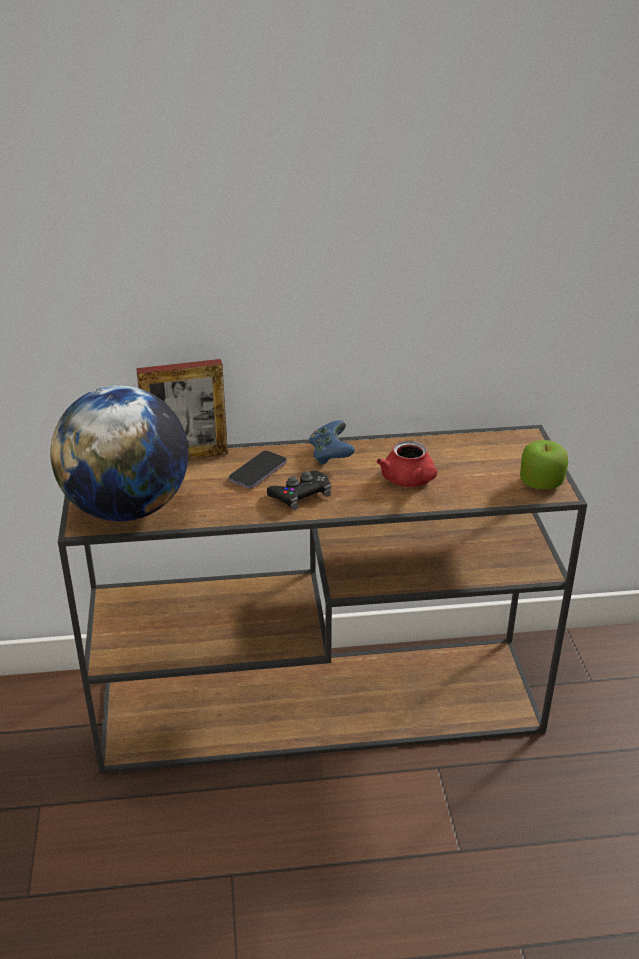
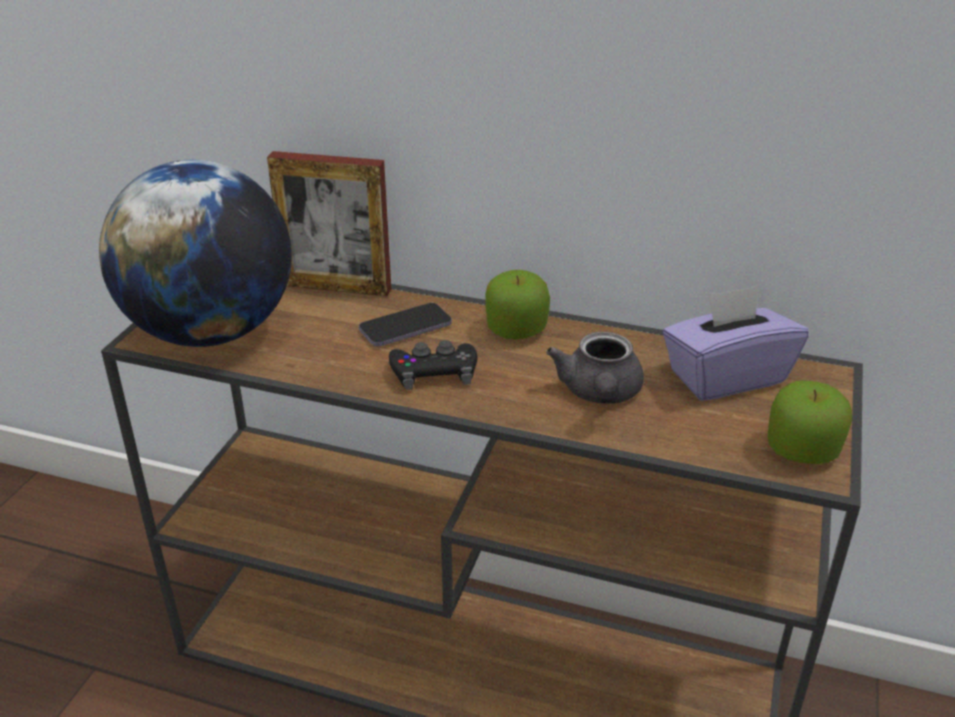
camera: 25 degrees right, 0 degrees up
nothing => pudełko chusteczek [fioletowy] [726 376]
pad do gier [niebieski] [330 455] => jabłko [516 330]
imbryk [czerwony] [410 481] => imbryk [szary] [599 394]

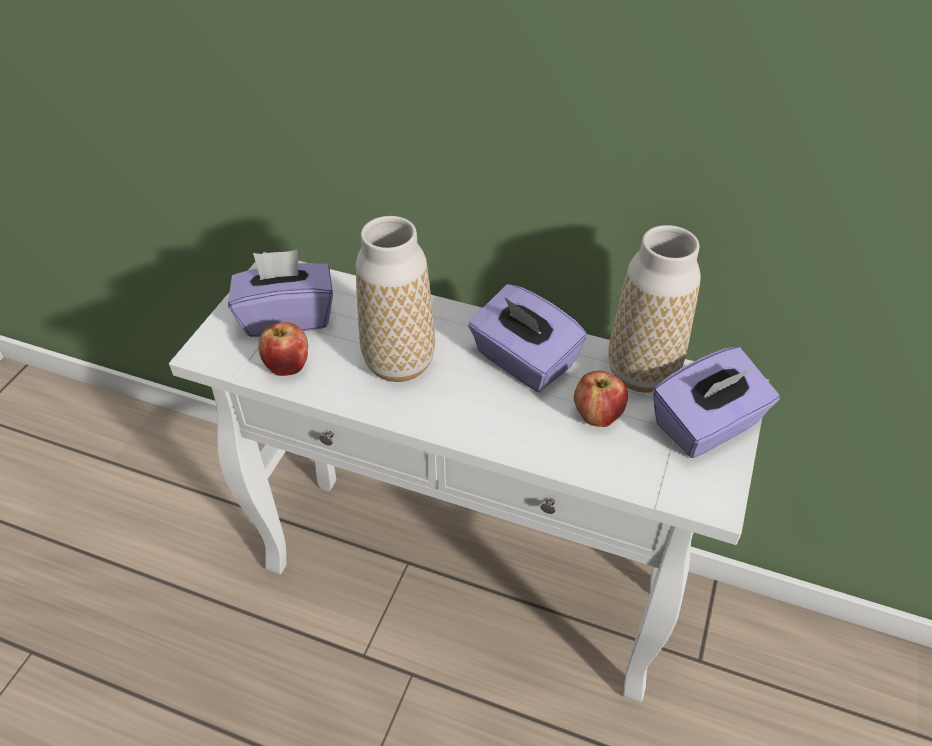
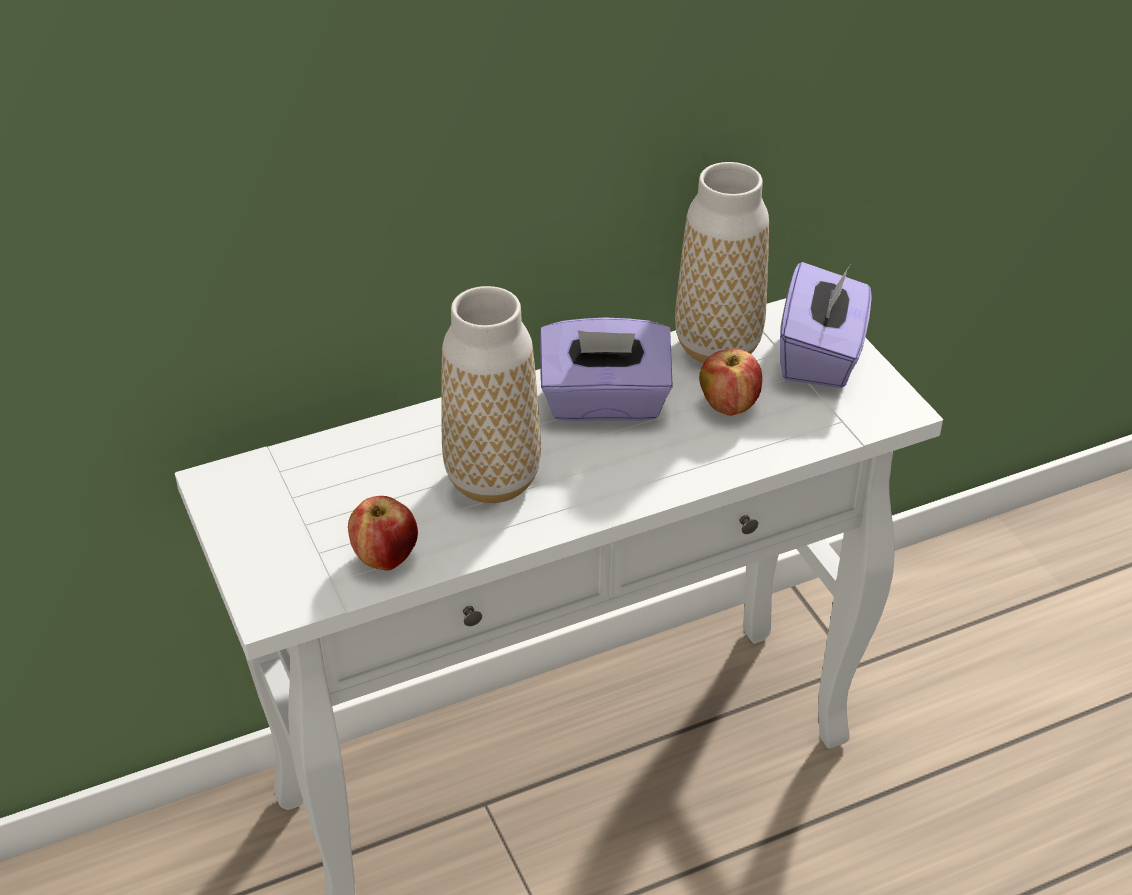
camera: 45 degrees left, 5 degrees down
pudełko chusteczek [fioletowy] [287 317] => nothing

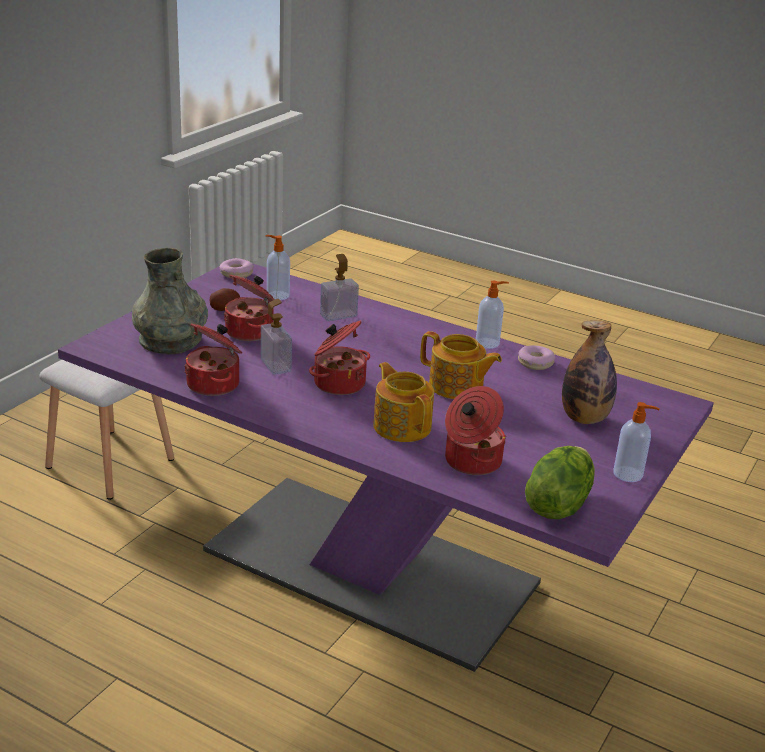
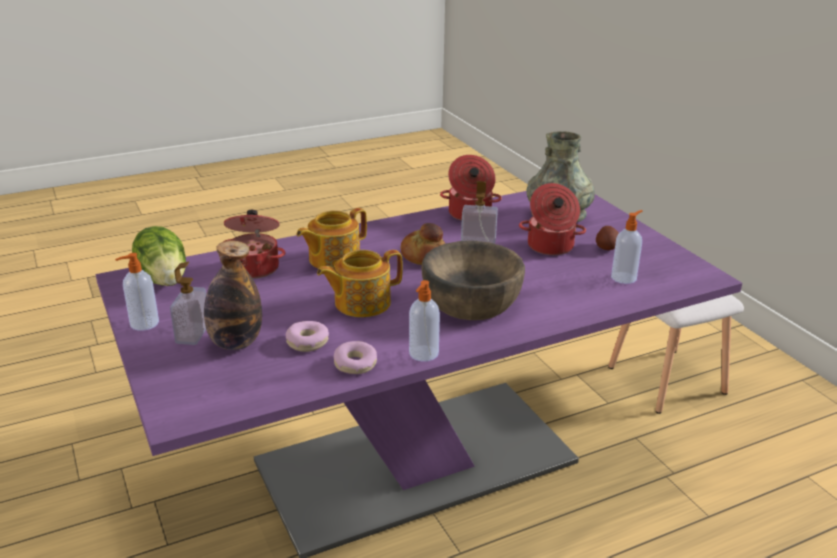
camera: 125 degrees right, 0 degrees up
nothing => miska [brązowy] [471 301]
donut [236 274] => donut [307 342], shifted
dozownik mydła [338 315] => dozownik mydła [193 333], shifted
garnek [338 383] => chleb [424 256]
imbryk [402 426] => imbryk [333 259], 135 degrees clockwise

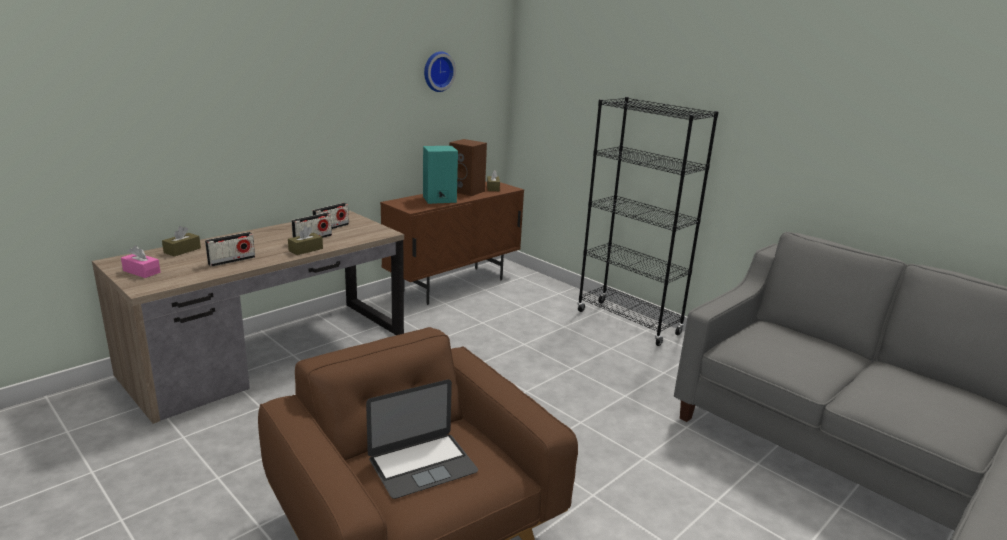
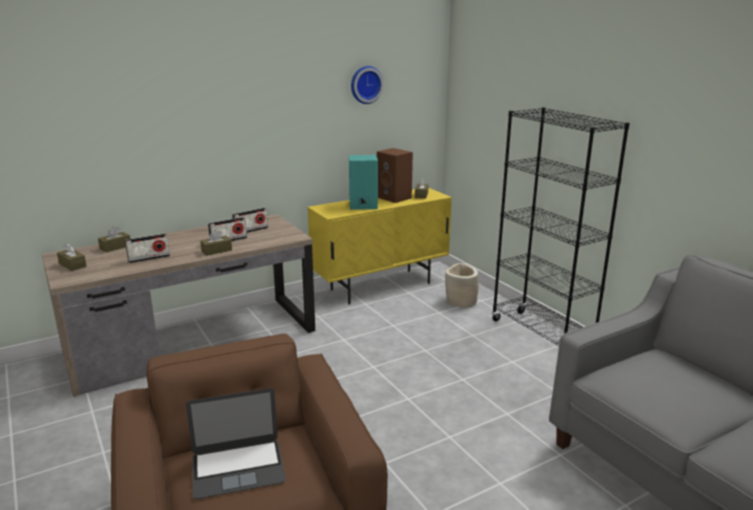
camera: 15 degrees right, 0 degrees up
nothing => donica [beżowy] [461 301]
pudełko chusteczek [różowy] [141 271] => pudełko chusteczek [brązowy] [72 265]
szafka [brązowy] [453 285] => szafka [żółty] [381 286]

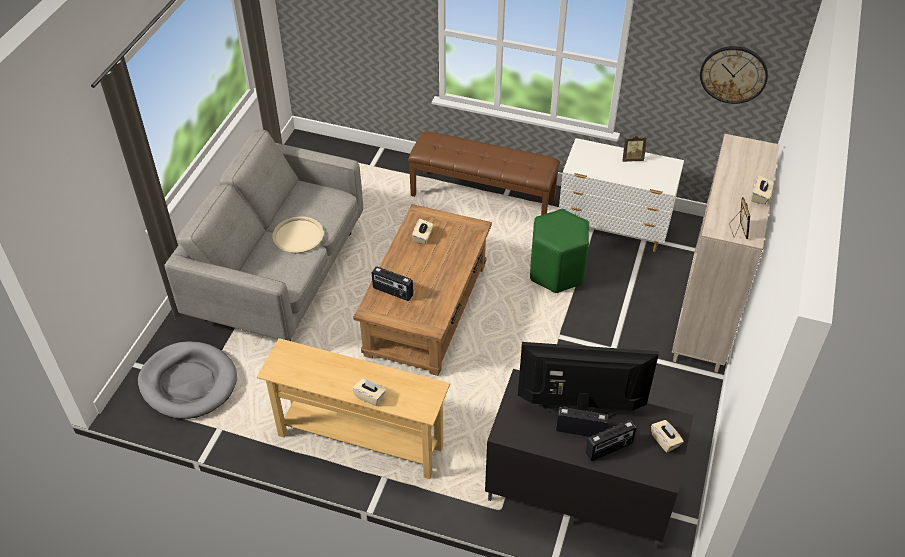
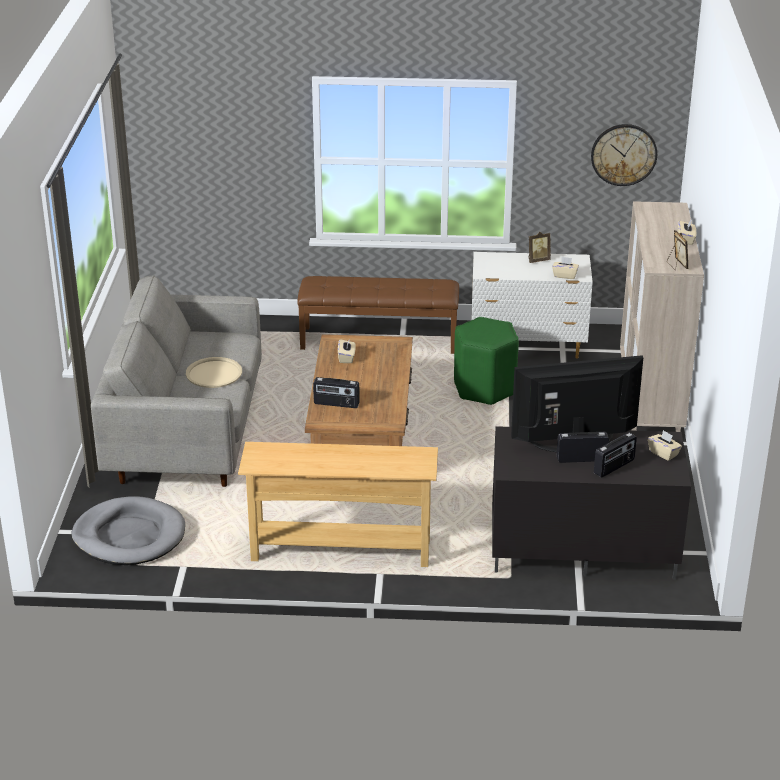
camera: 15 degrees left, 15 degrees down
pudełko chusteczek [beżowy] [370 396] => pudełko chusteczek [beżowy] [565 275], shifted

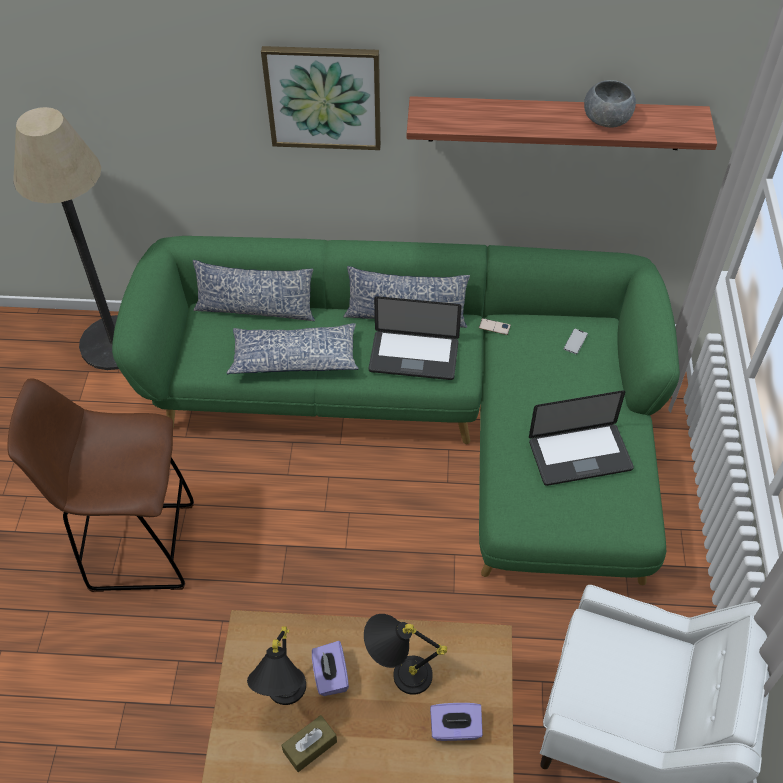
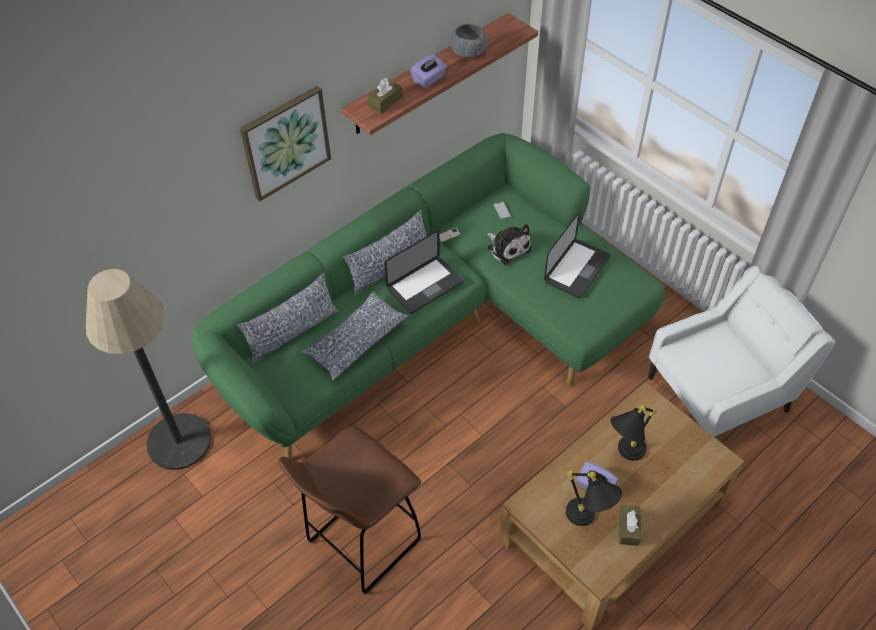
camera: 45 degrees left, 0 degrees up
nothing => pudełko chusteczek [brązowy] [385 102]
nothing => pluszak [507 247]
pudełko chusteczek [fioletowy] [455 729] => pudełko chusteczek [fioletowy] [429 79], shifted

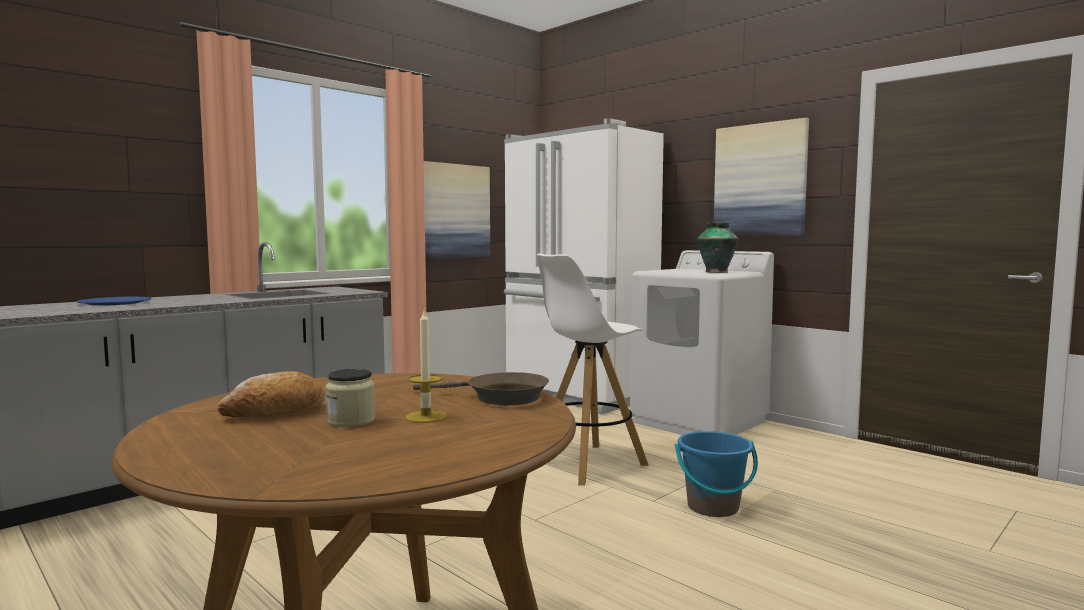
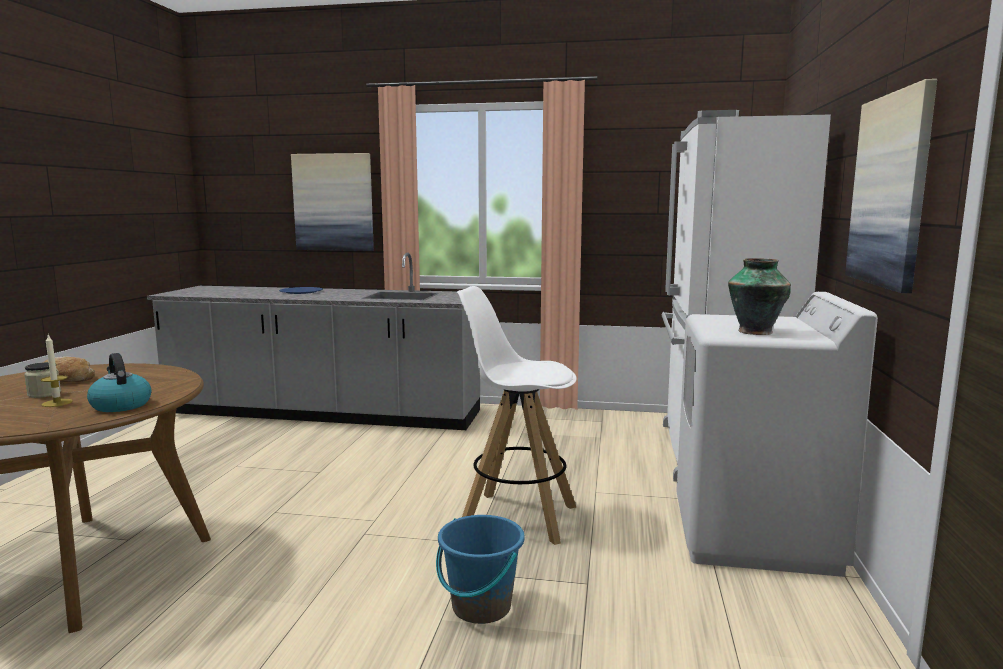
camera: 55 degrees right, 5 degrees up
obraz [456 212] => obraz [333 202], shifted
patelnia [brązowy] [500 397] => czajnik [120 405]

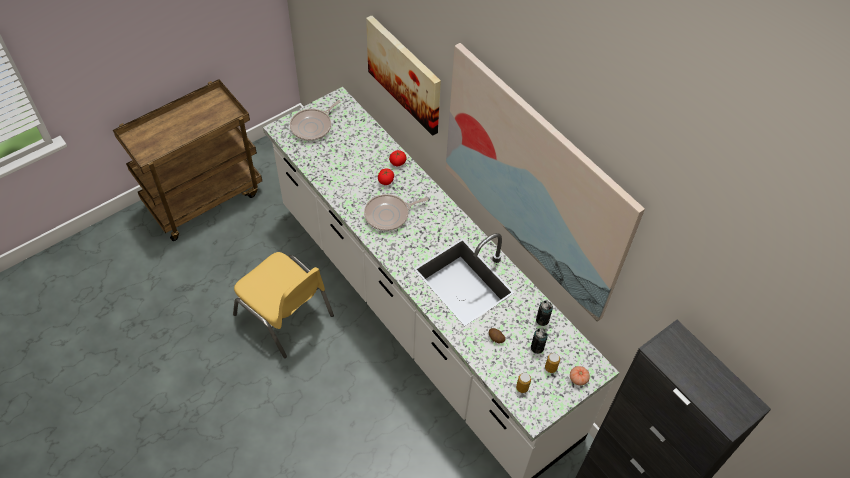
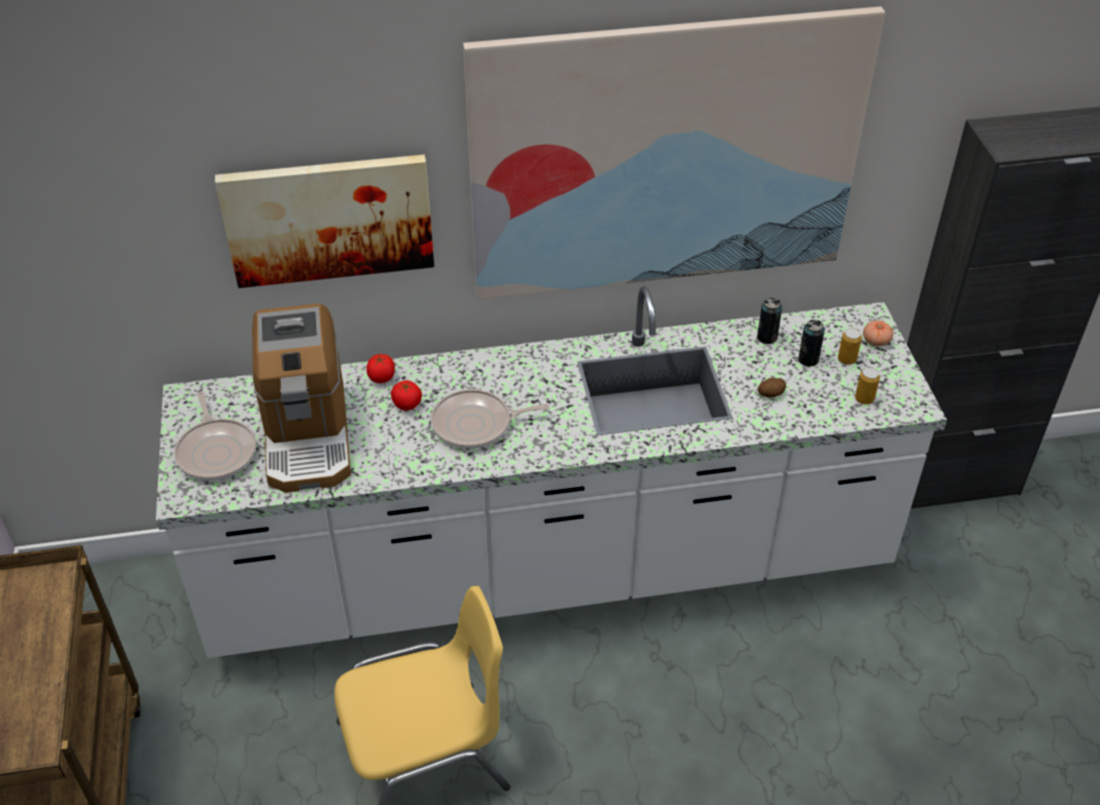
camera: 60 degrees left, 10 degrees down
nothing => ekspres do kawy [307 435]
patelnia [389 215] => patelnia [476 424], 75 degrees clockwise

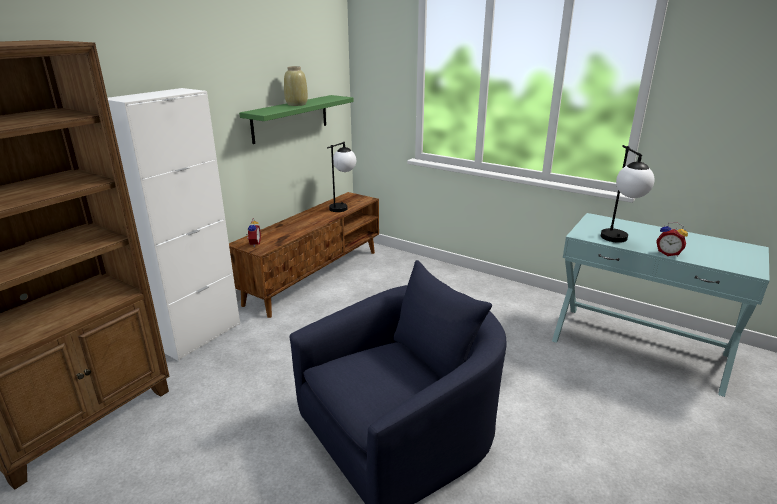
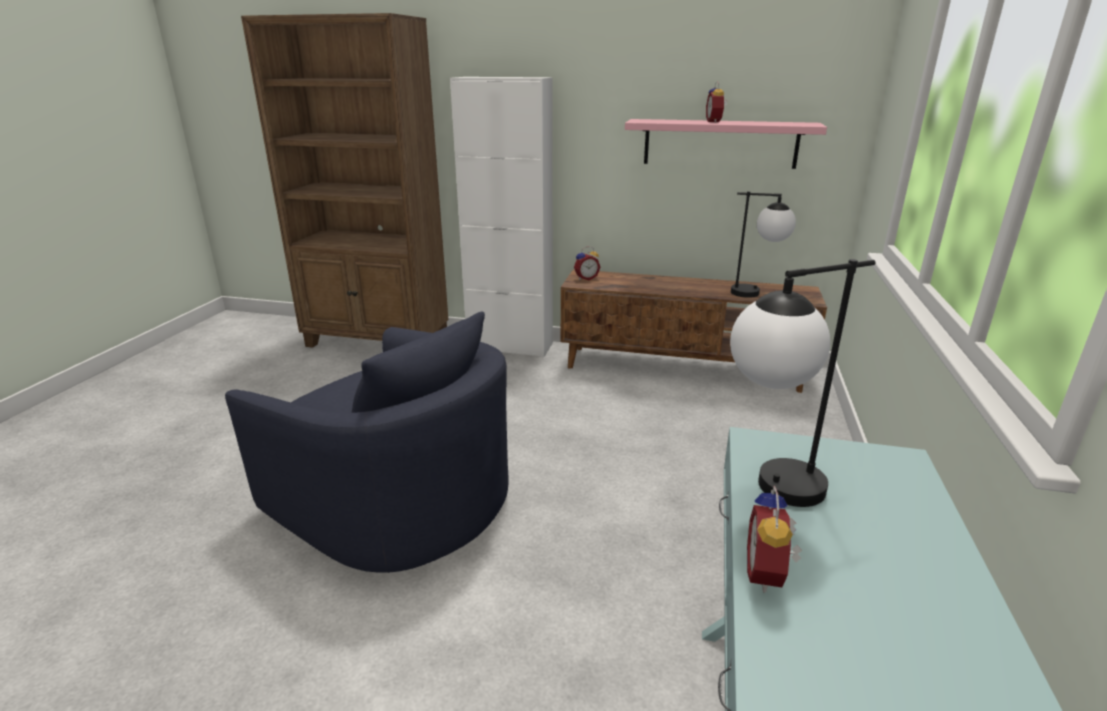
camera: 70 degrees right, 0 degrees up
wazon [beżowy] [297 104] => budzik [715 122]
półka [zielony] [290 118] => półka [różowy] [720 143]

